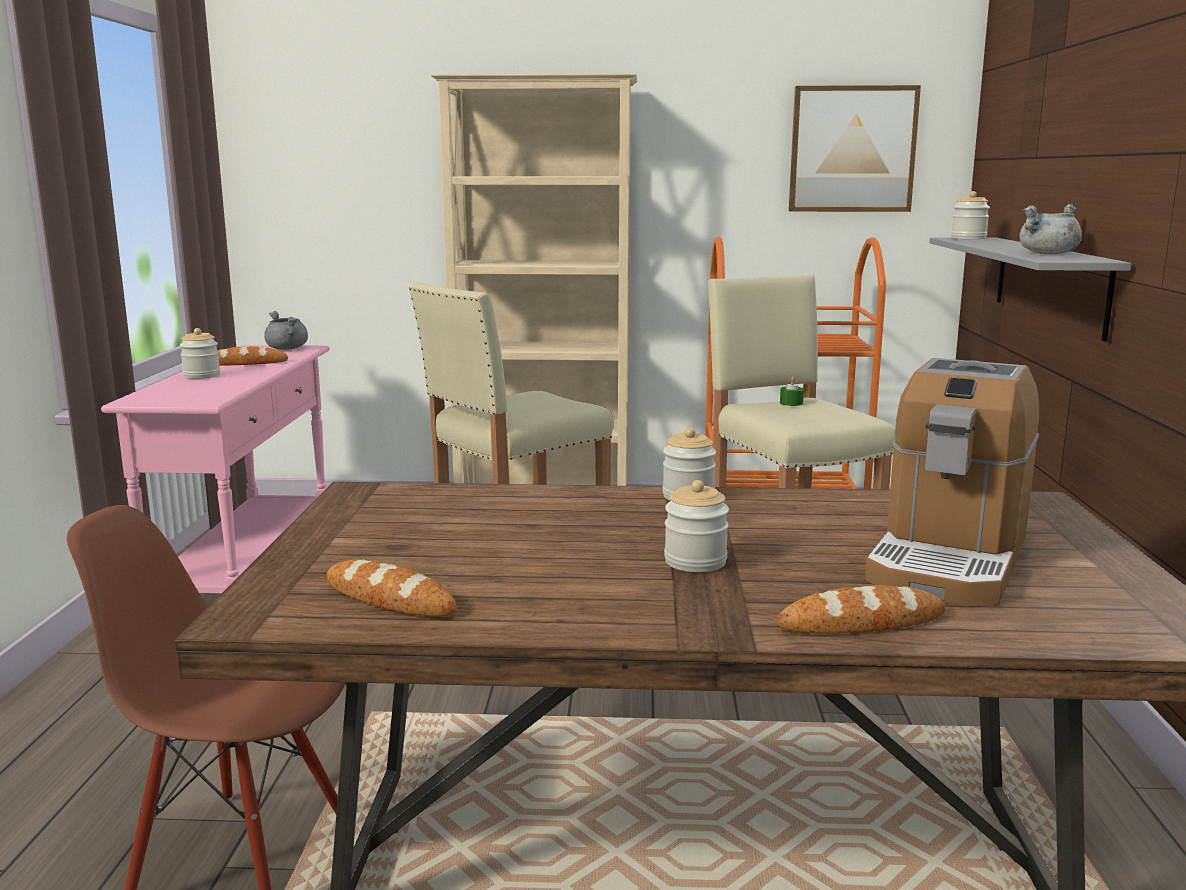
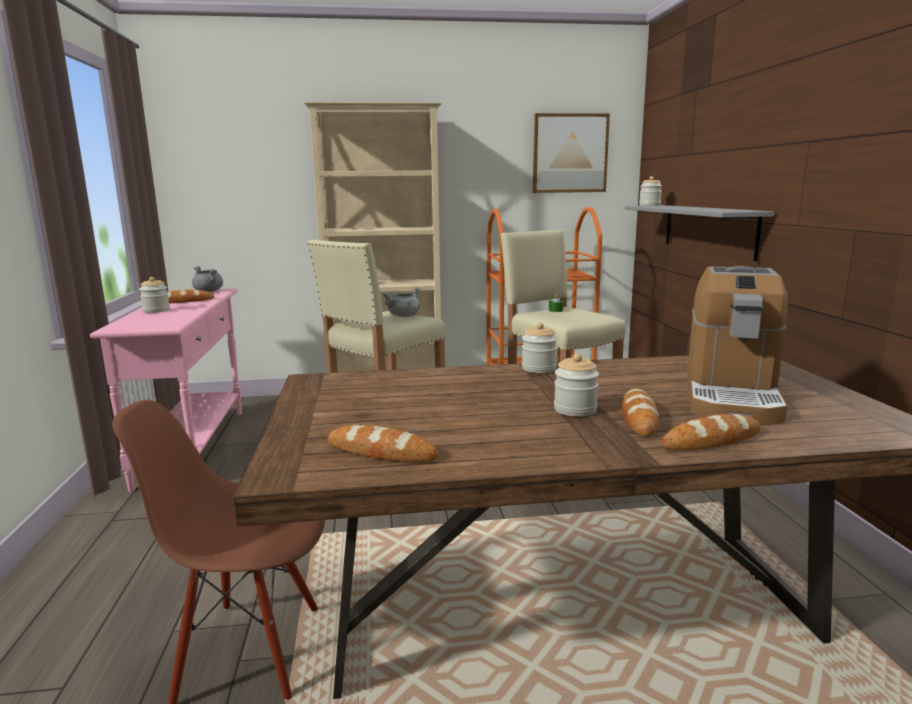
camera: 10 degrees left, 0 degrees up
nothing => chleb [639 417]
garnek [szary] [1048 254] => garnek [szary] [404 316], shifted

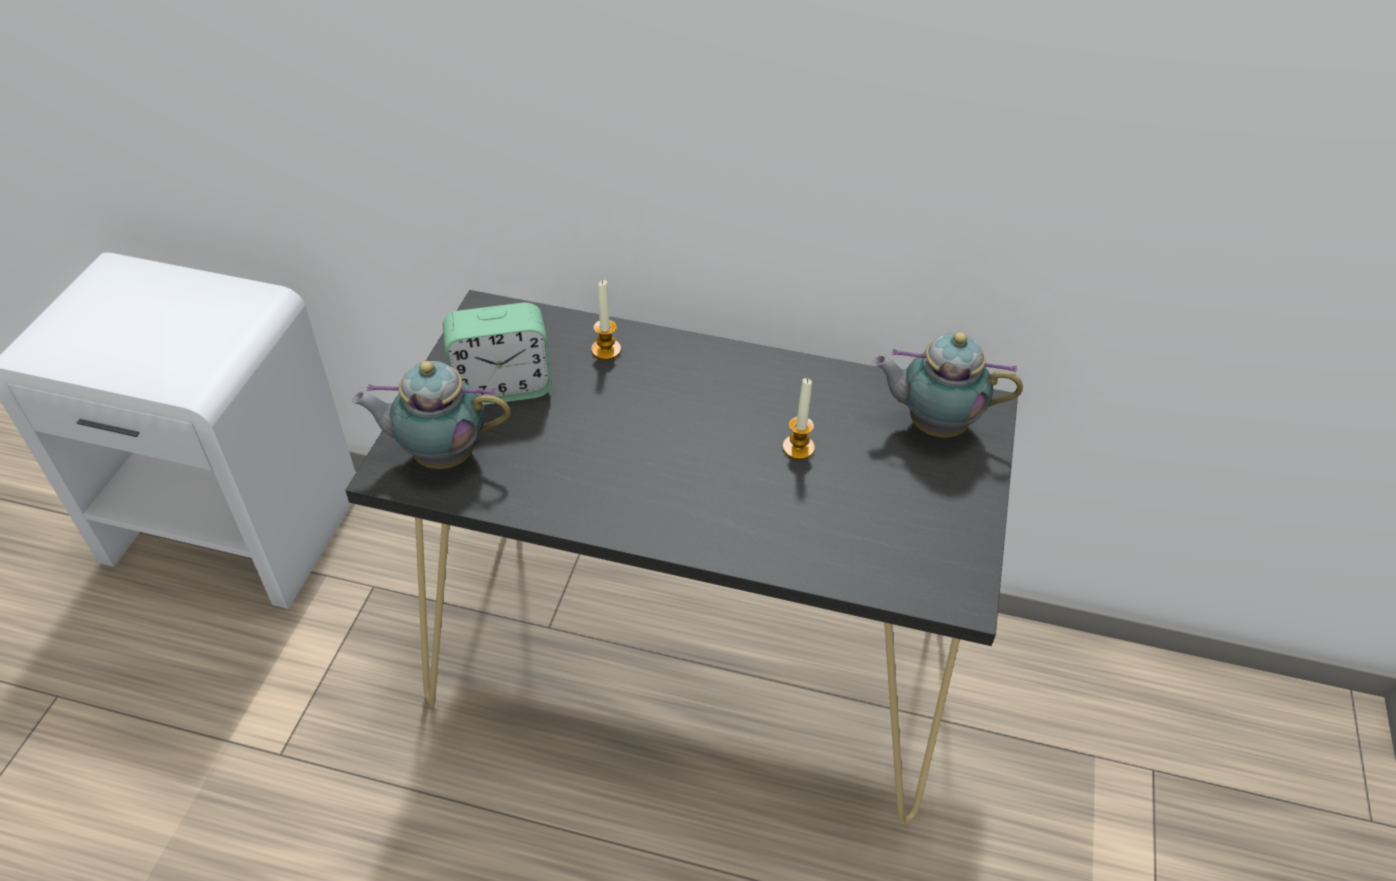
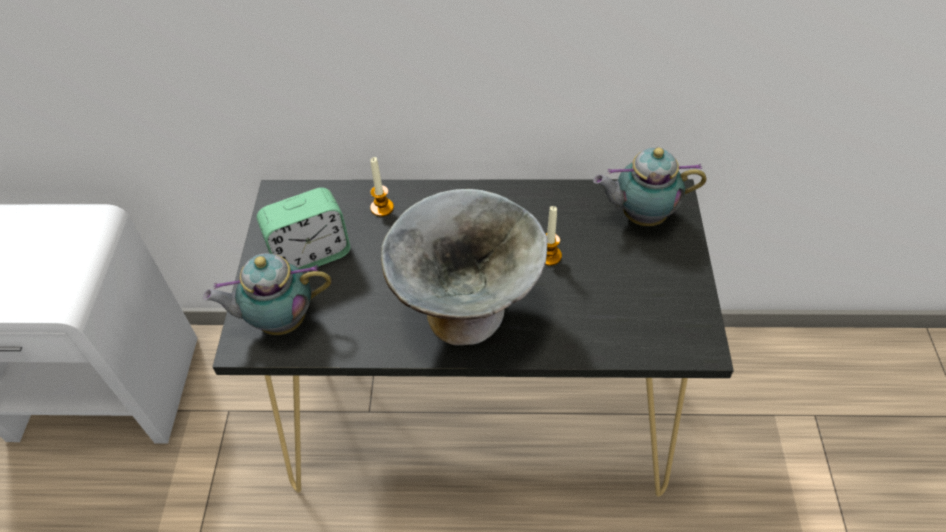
camera: 10 degrees left, 5 degrees up
nothing => miska [szary] [467 312]

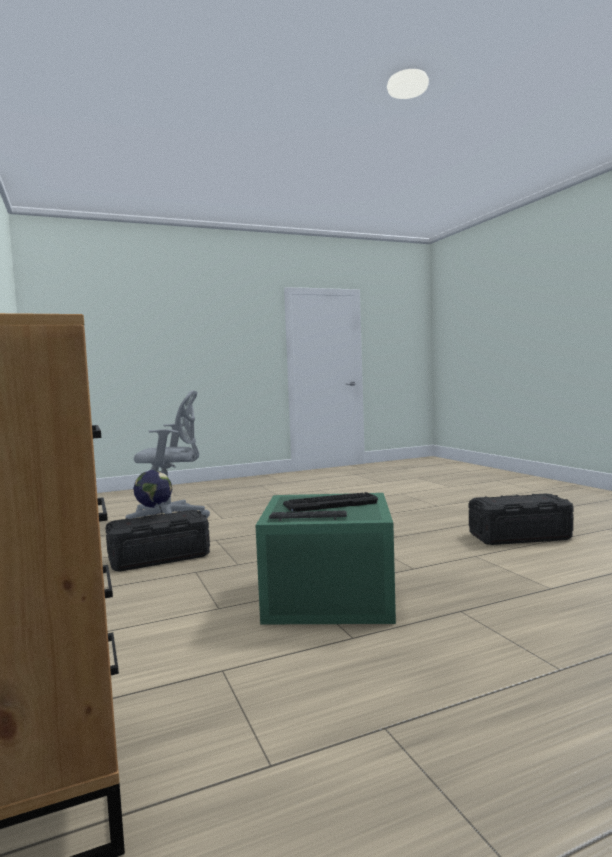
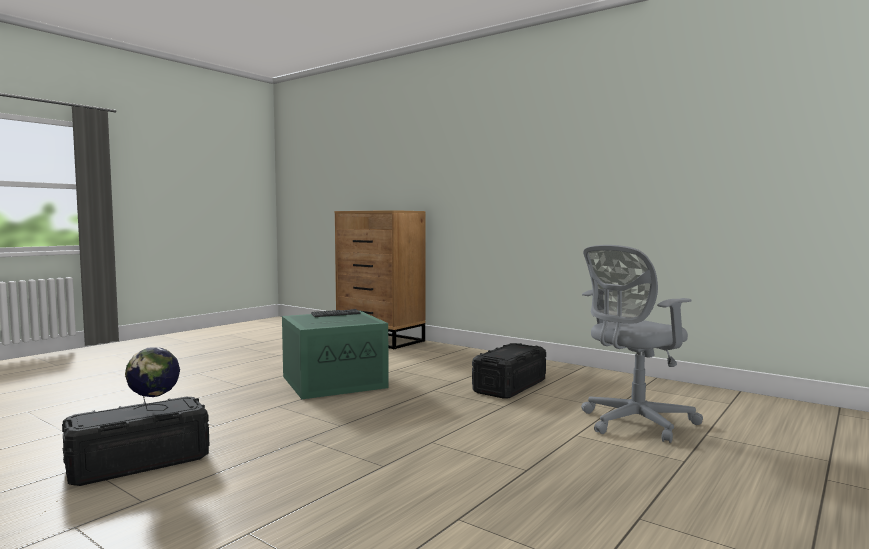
camera: 150 degrees right, 0 degrees up
klawiatura [329 503] => nothing
globus [154 517] => globus [154 409], shifted

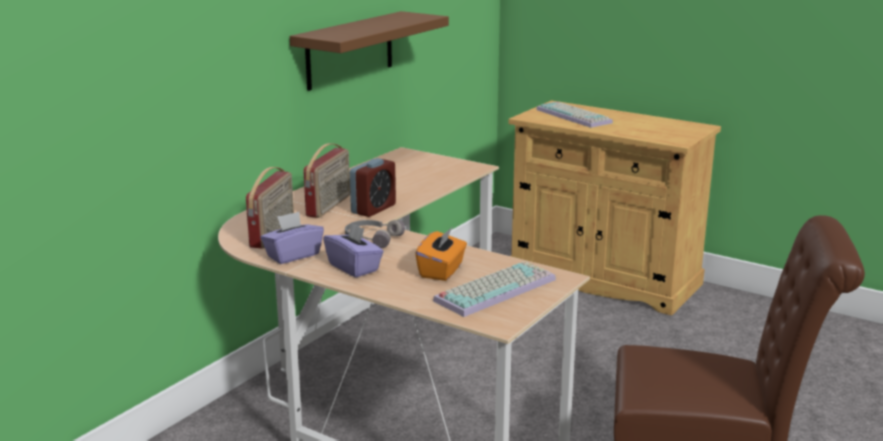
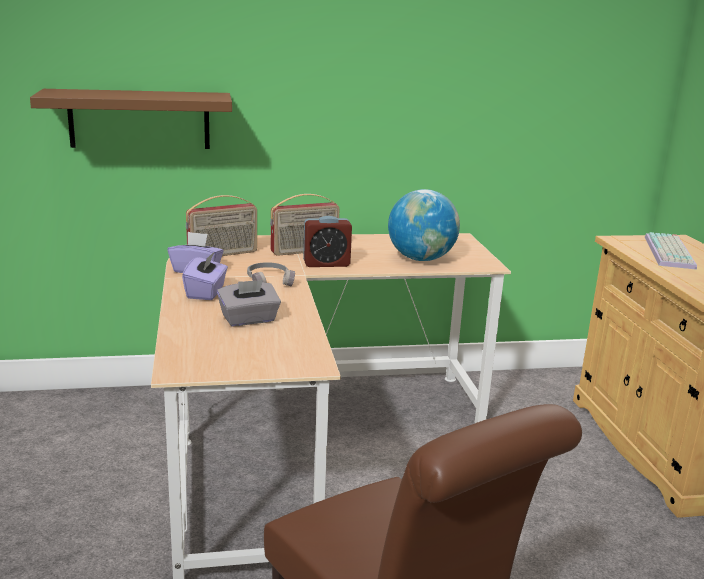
camera: 45 degrees right, 0 degrees up
klawiatura [495 289] => nothing
nothing => globus [421 259]
półka [brązowy] [350 50] => półka [brązowy] [139 119], shifted
pudełko chusteczek [pomarańczowy] [442 271] => pudełko chusteczek [szary] [249 320]

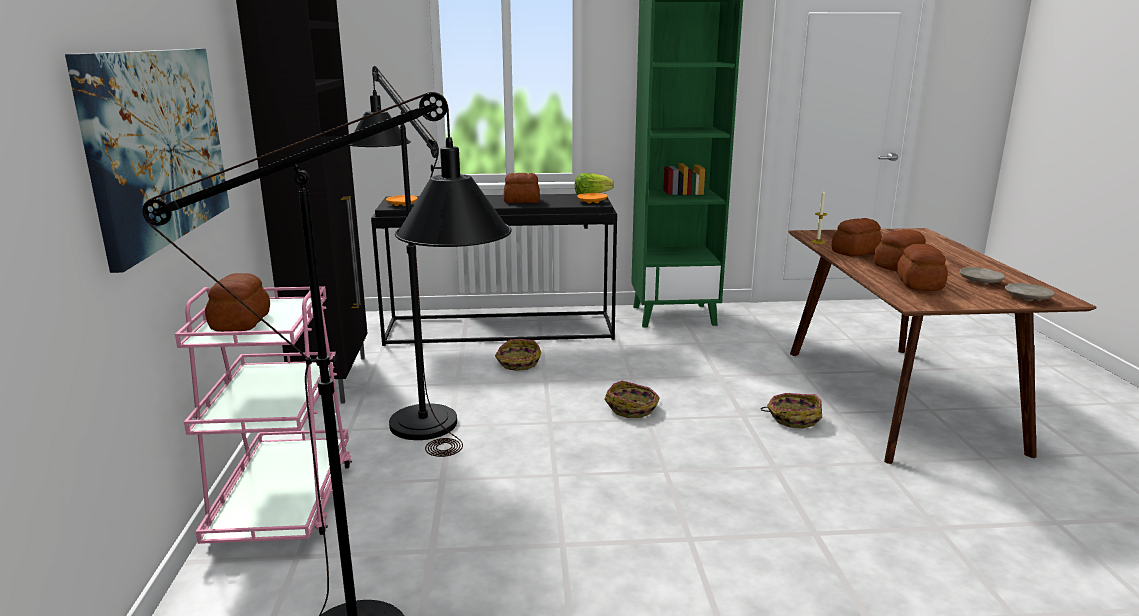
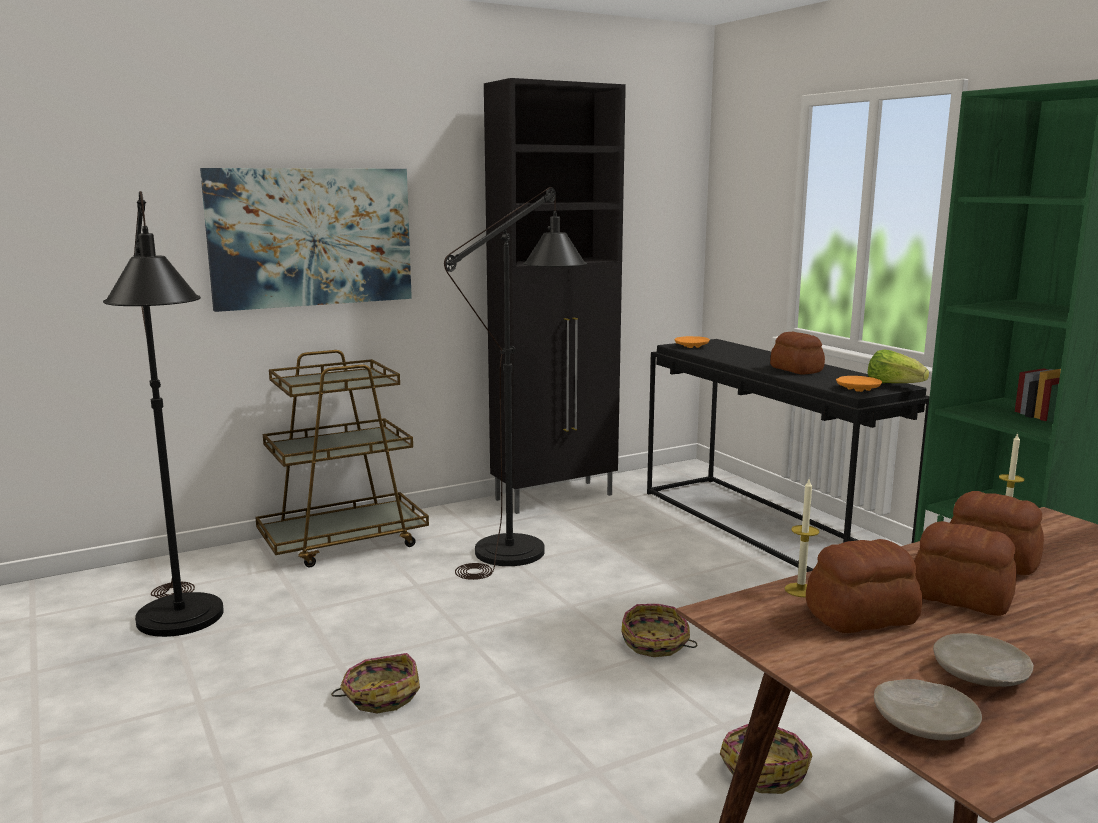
camera: 65 degrees right, 5 degrees down
chleb [242 322] => nothing
nothing => świeca [800 590]
koszyk [518 363] => koszyk [380 696], shifted
wózek [różowy] [284 502] => wózek [brązowy] [344 542]

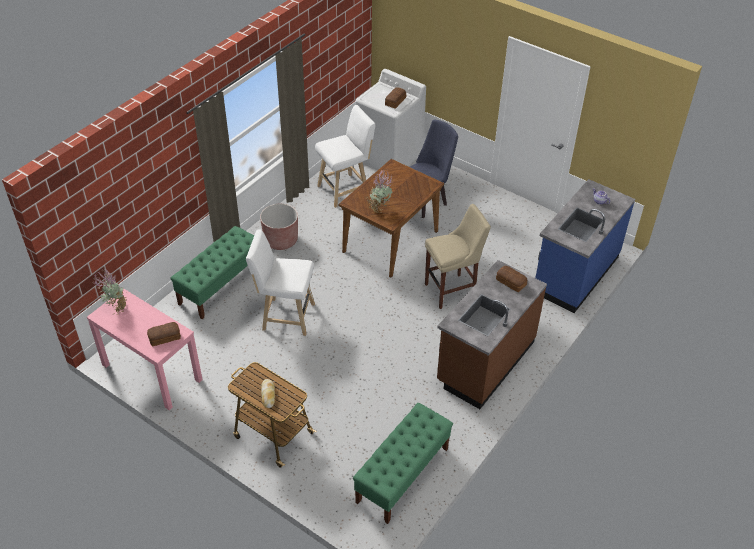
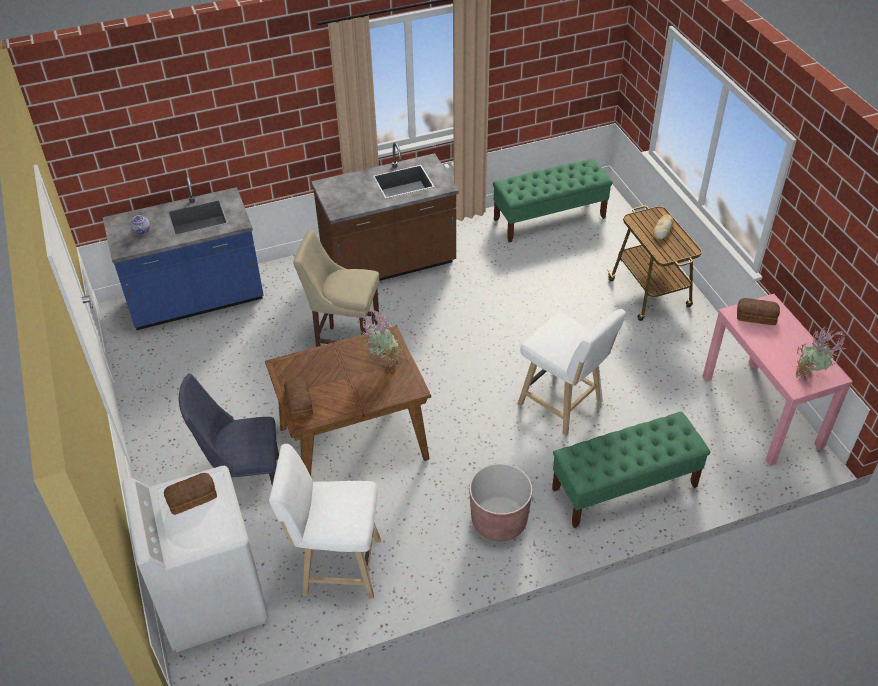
camera: 145 degrees left, 0 degrees up
chleb [511 282] => chleb [299 402], shifted

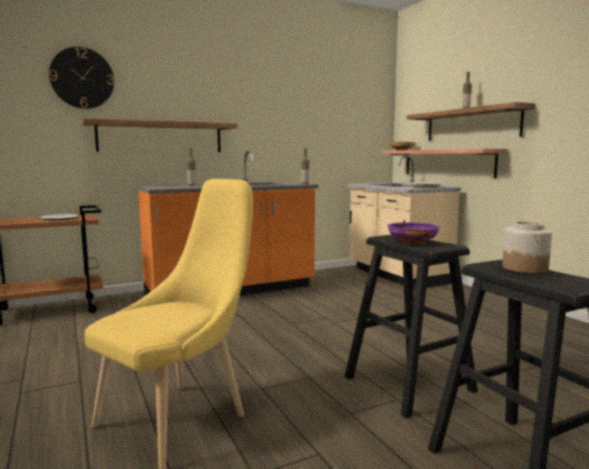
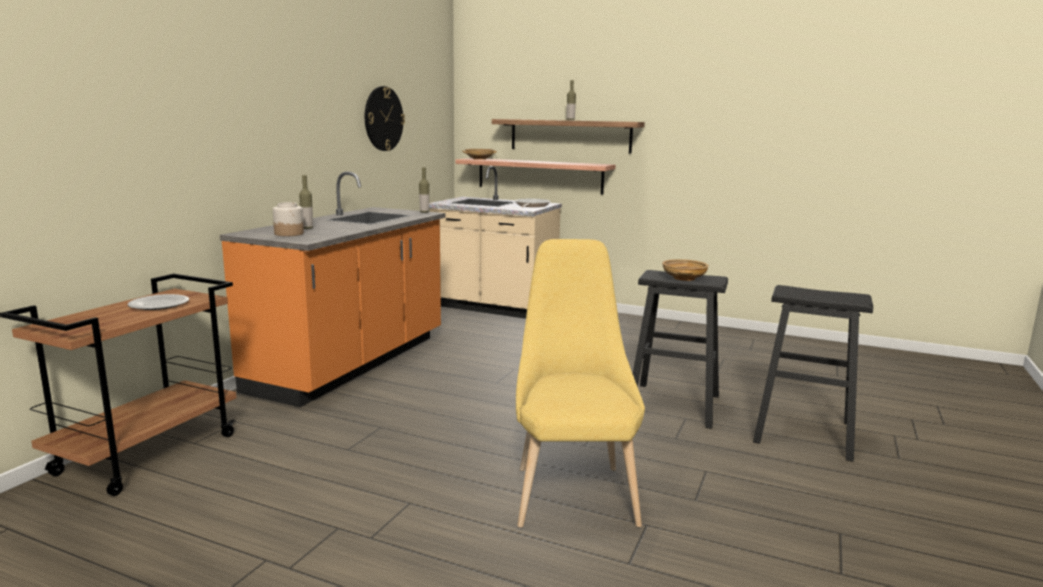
camera: 40 degrees left, 5 degrees up
półka [161 137] => nothing
zegar ścienny [82 78] => zegar ścienny [383 118], shifted
słoik [525 268] => słoik [289 234], shifted
miska [fioletowy] [412 242] => miska [beżowy] [683 278]

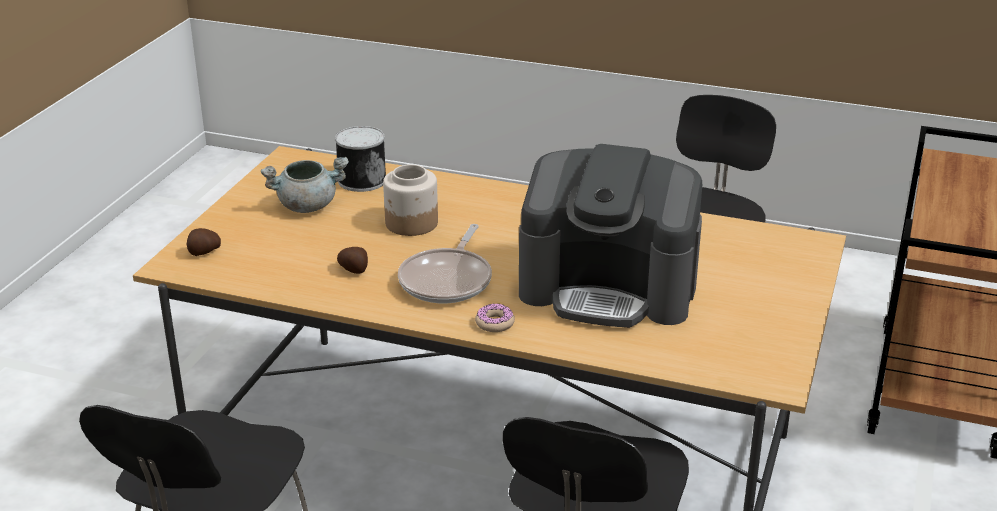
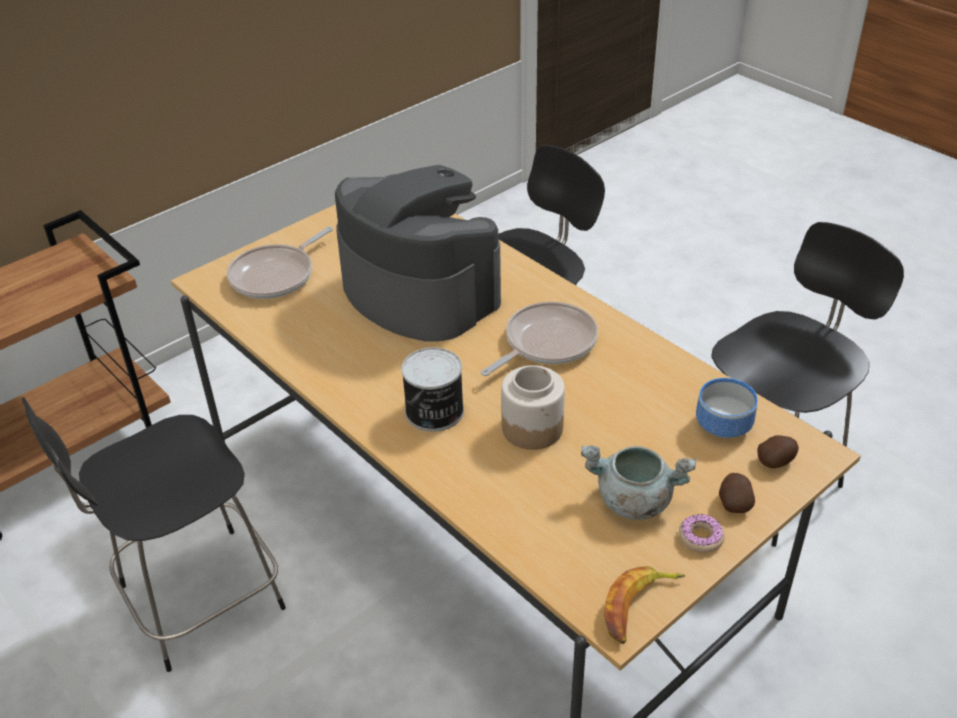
camera: 150 degrees left, 10 degrees up
nothing => patelnia [276 275]
nothing => banan [638 607]
nothing => miska [724 428]
puszka [361 180] => puszka [434 412], shifted
ziemniak [354 270] => ziemniak [734 503], shifted
donut [495 323] => donut [701 537], shifted

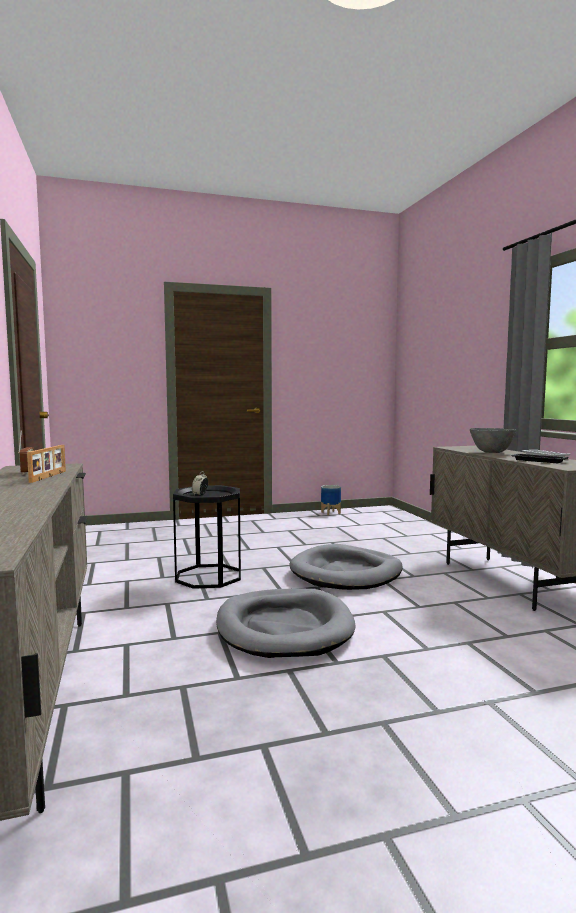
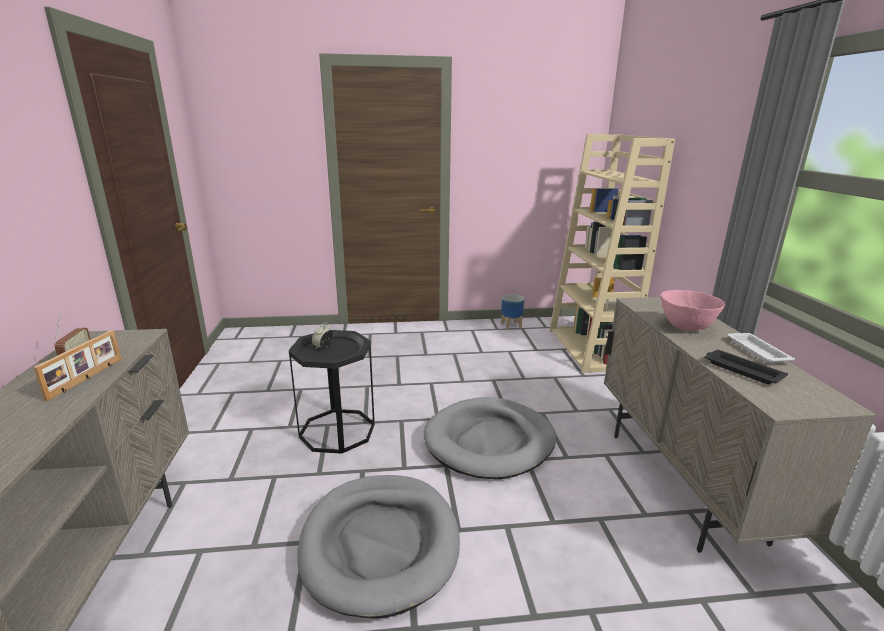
camera: 10 degrees right, 15 degrees up
nothing => regał [beżowy] [589 349]
miska [szary] [491 452] => miska [różowy] [686 328]

